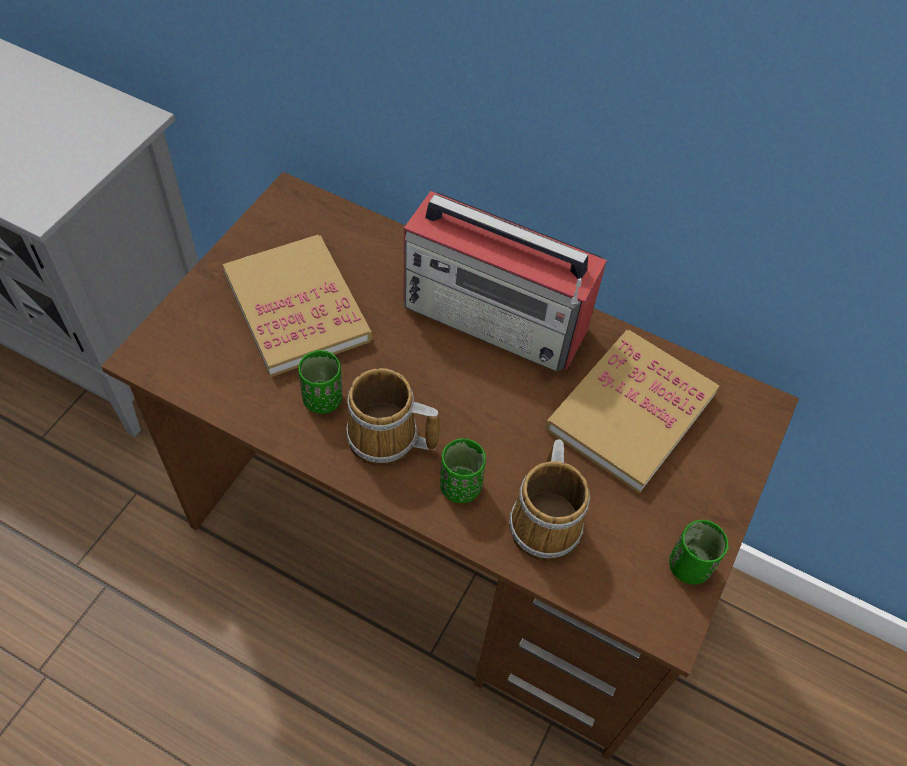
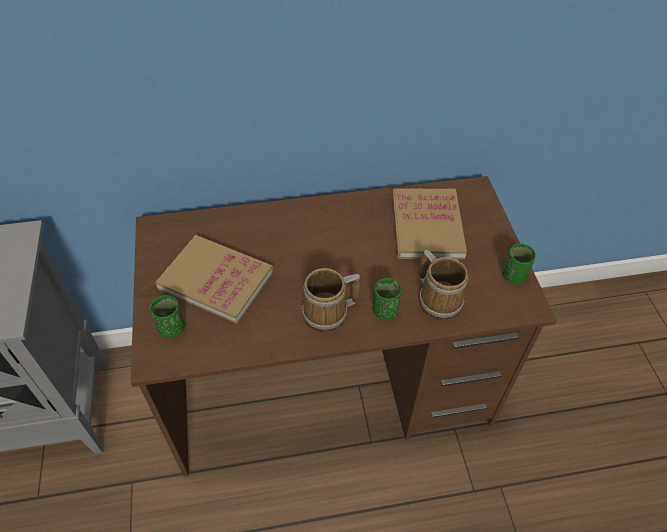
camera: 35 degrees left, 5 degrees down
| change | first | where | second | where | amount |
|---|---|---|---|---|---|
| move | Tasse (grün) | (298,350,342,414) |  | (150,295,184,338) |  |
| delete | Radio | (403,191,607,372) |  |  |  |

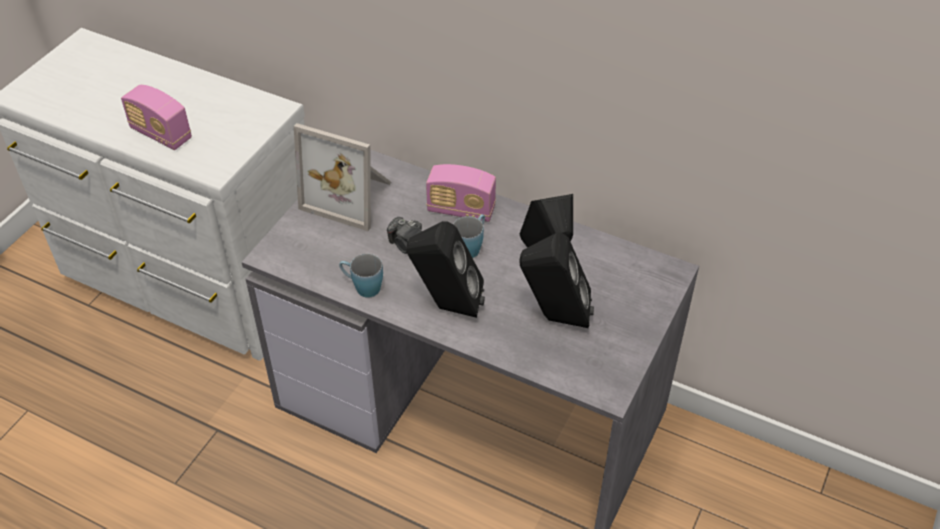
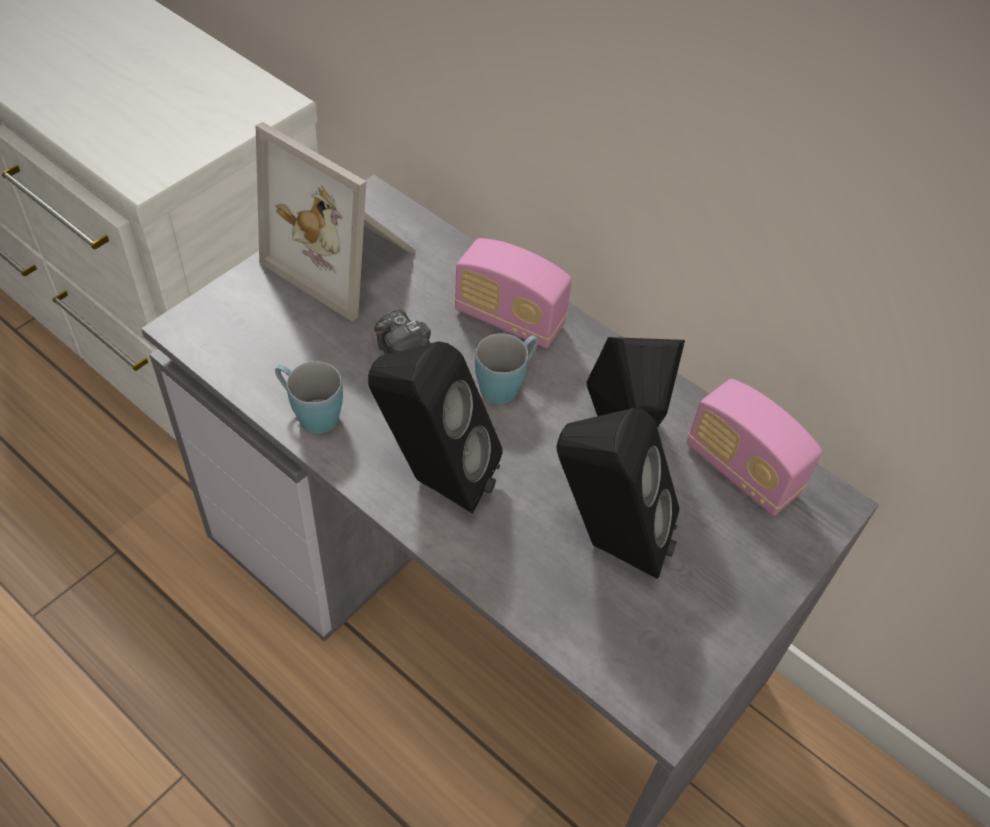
camera: 10 degrees right, 5 degrees up
| change | first | where | second | where | amount |
|---|---|---|---|---|---|
| move | Radio | (121,85,192,150) |  | (687,379,822,516) |  |

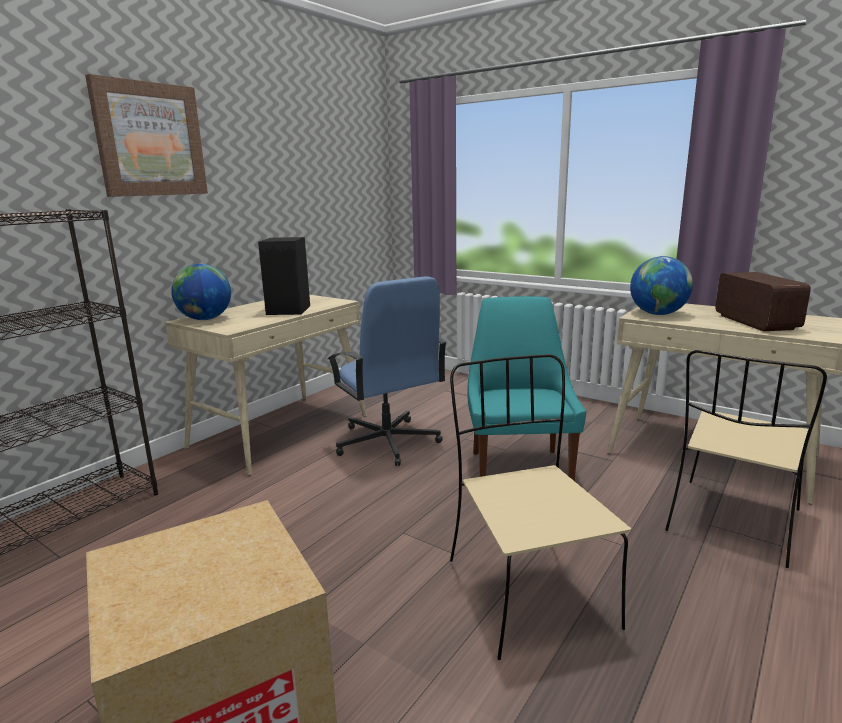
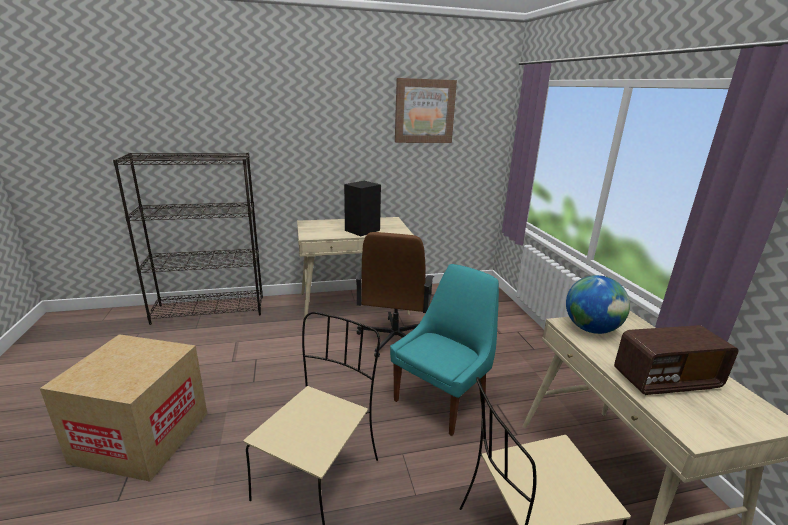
camera: 40 degrees right, 5 degrees up
| change | first | where | second | where | amount |
|---|---|---|---|---|---|
| recolor | Bürostuhl (blau) | (328,276,447,466) | Bürostuhl (braun) | (355,232,434,357) |  |
| move | Bild | (85,74,208,197) |  | (395,78,457,143) |  |
| rotate | Radio | (715,272,811,331) |  | (614,325,739,395) | 45 degrees clockwise |
| delete | Globus | (171,264,231,320) |  |  |  |

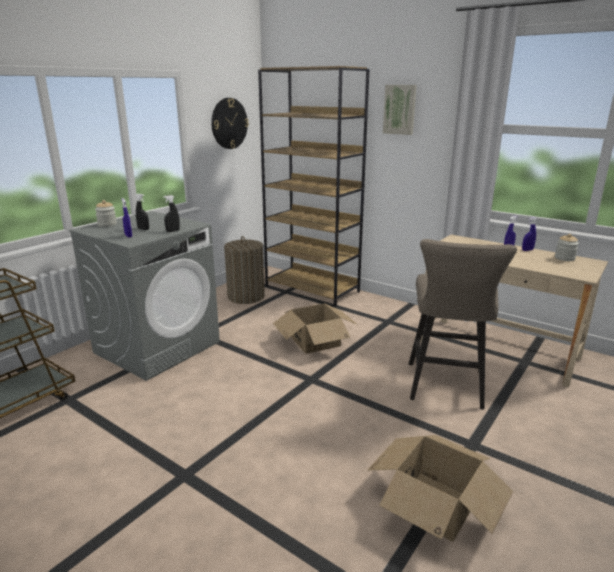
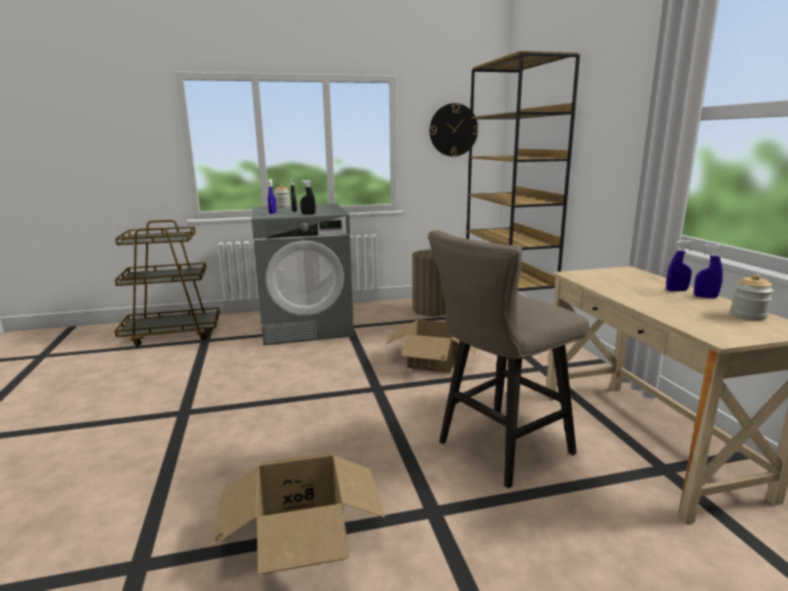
camera: 40 degrees right, 5 degrees down
| change | first | where | second | where | amount |
|---|---|---|---|---|---|
| delete | Bild | (383,85,417,135) |  |  |  |

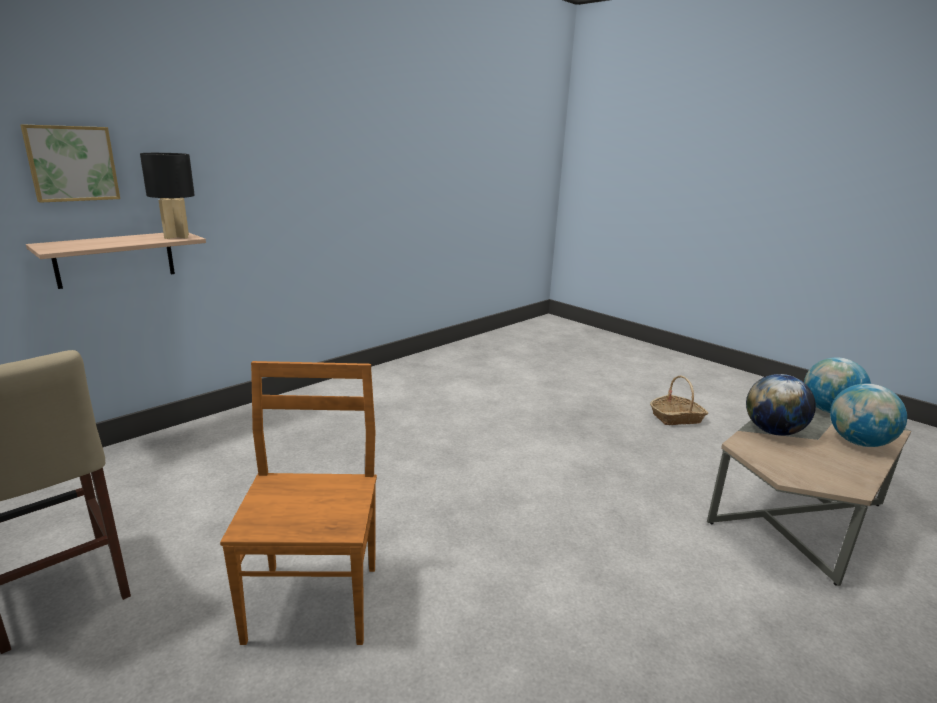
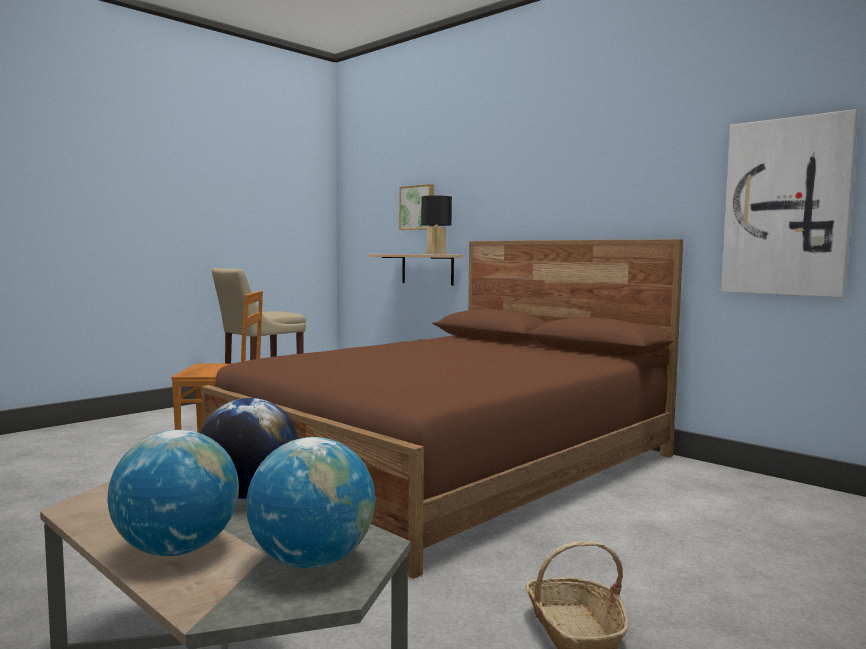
camera: 90 degrees right, 15 degrees down
| change | first | where | second | where | amount |
|---|---|---|---|---|---|
| insert |  |  | Bett (braun) | (201,239,683,579) |  |
| insert |  |  | Bild | (721,109,858,297) |  |

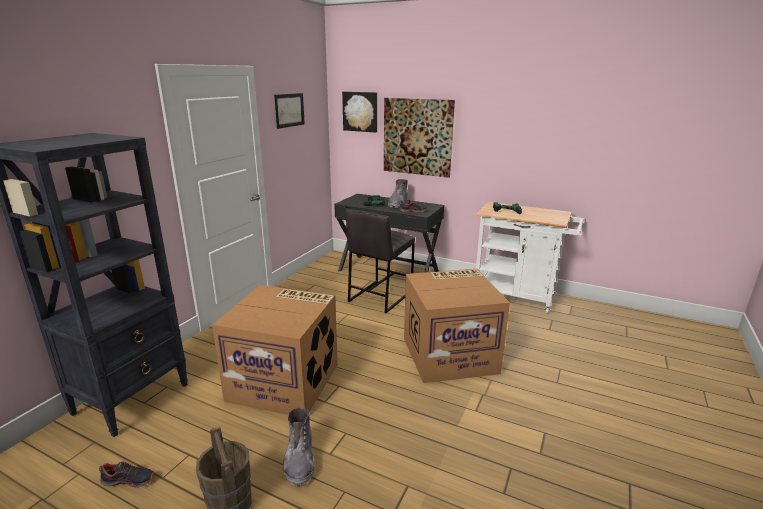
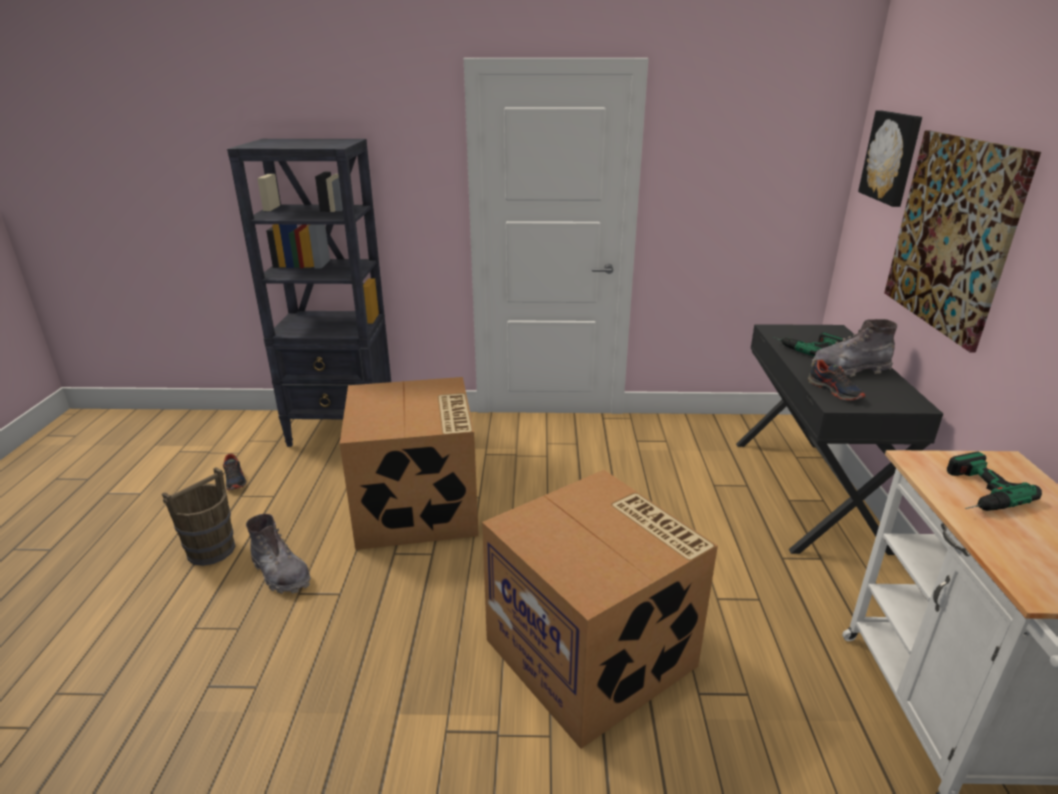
camera: 65 degrees right, 5 degrees up
| change | first | where | second | where | amount |
|---|---|---|---|---|---|
| rotate | Stiefel (grau) | (283,408,314,487) |  | (246,514,311,594) | 105 degrees counterclockwise |
| delete | Bild | (274,93,305,129) |  |  |  |
| delete | Hocker (grau) | (346,209,415,313) |  |  |  |

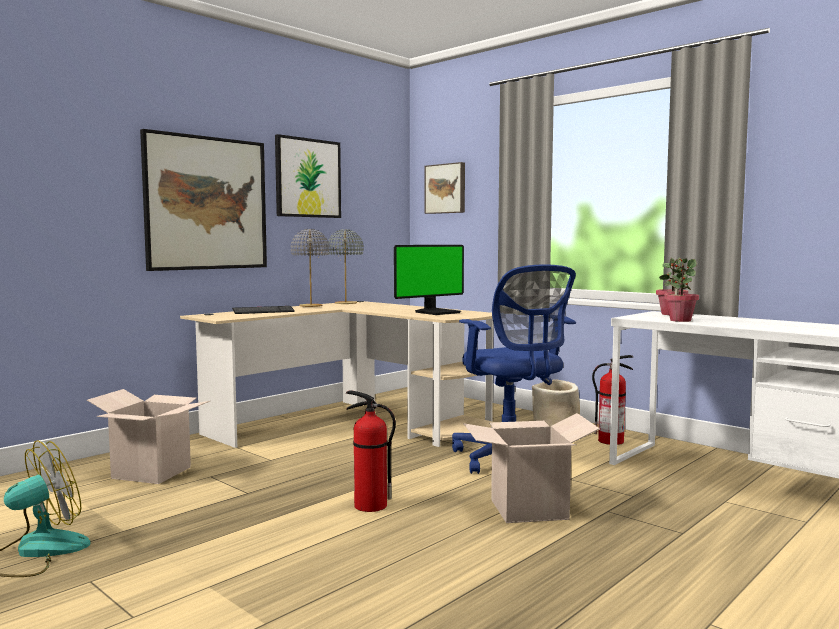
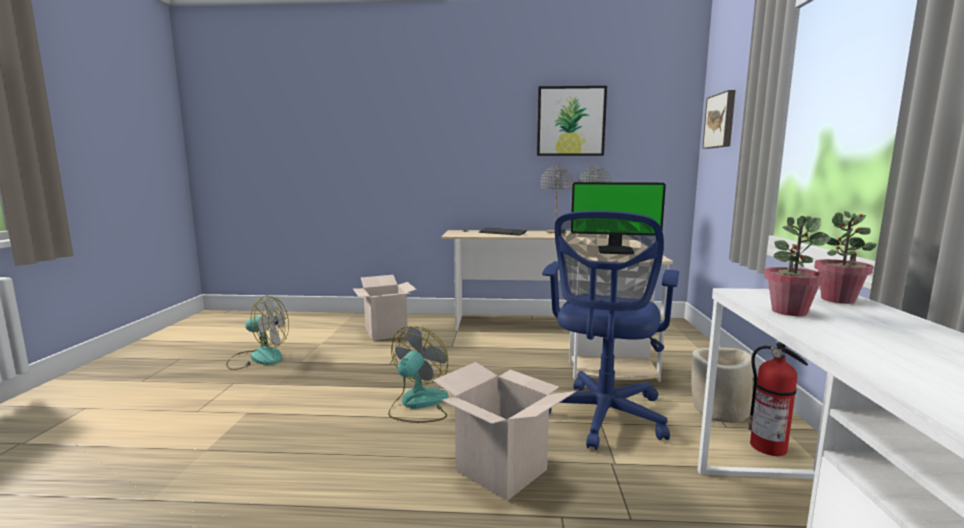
camera: 50 degrees right, 5 degrees up
| change | first | where | second | where | amount |
|---|---|---|---|---|---|
| replace | Feuerlöscher | (346,391,396,512) | Ventilator | (388,326,448,423) |  |
| delete | Bild | (140,129,267,271) |  |  |  |

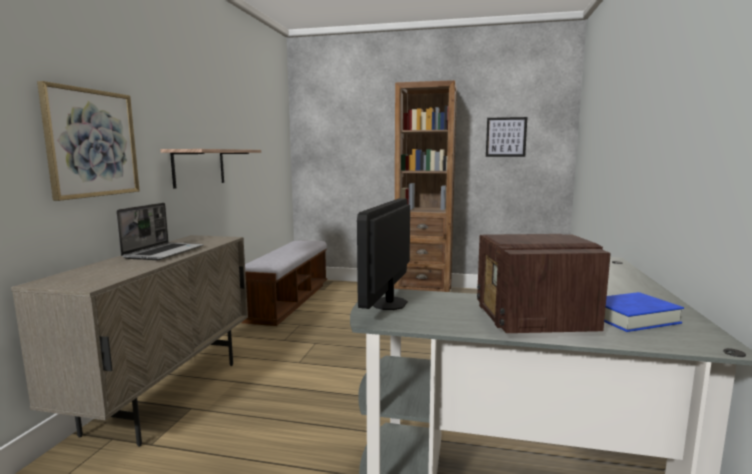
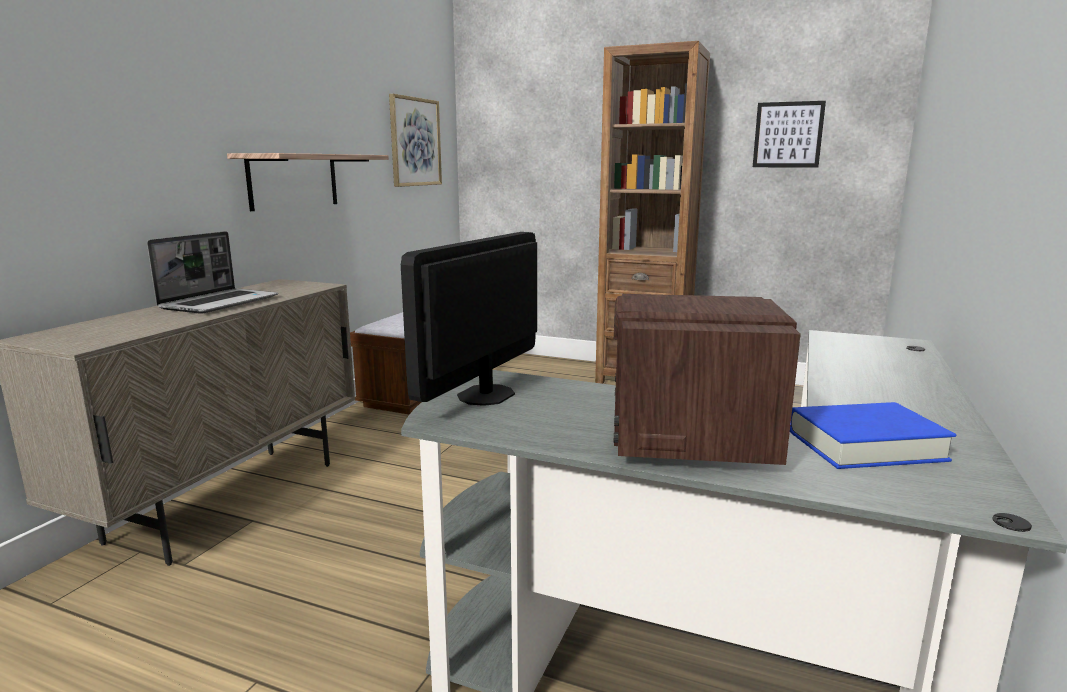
camera: 10 degrees right, 5 degrees up
| change | first | where | second | where | amount |
|---|---|---|---|---|---|
| move | Bild | (37,81,140,201) |  | (389,94,442,187) |  |

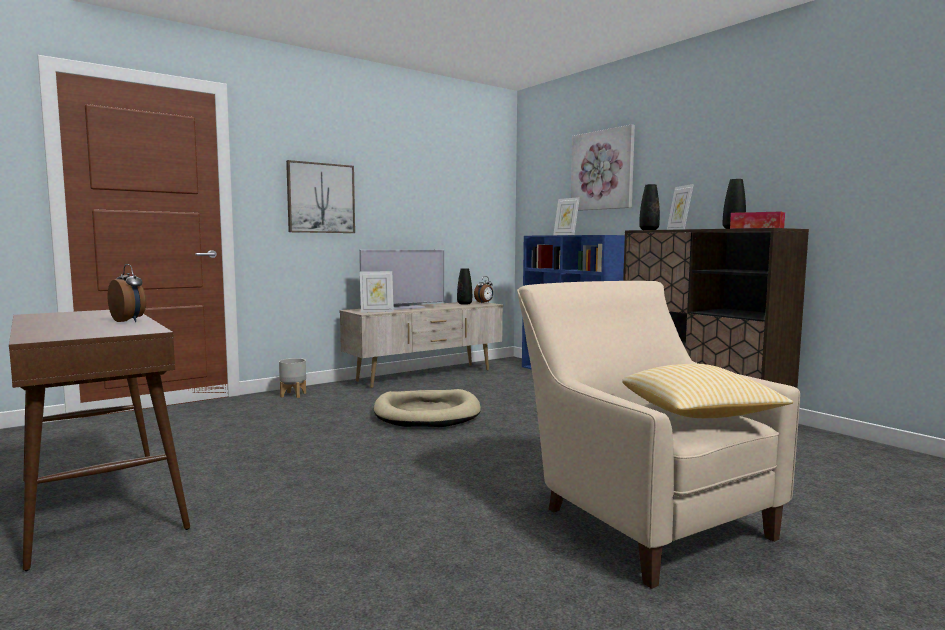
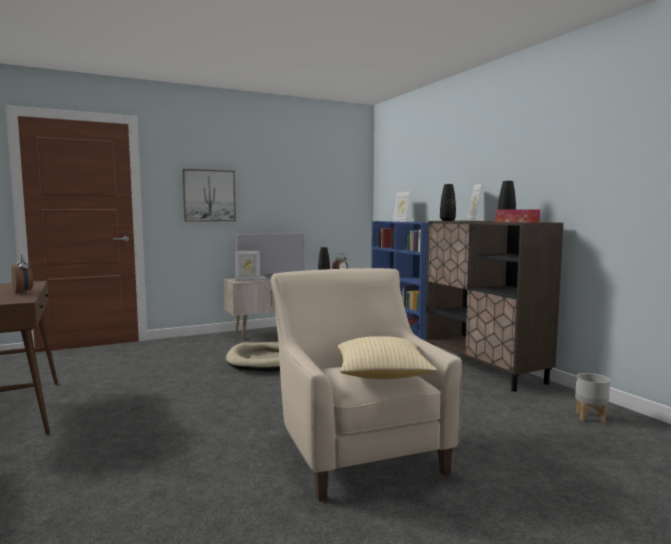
camera: 10 degrees right, 0 degrees up
| change | first | where | second | where | amount |
|---|---|---|---|---|---|
| move | Pflanzkübel (grau) | (279,358,306,398) |  | (575,373,610,423) |  |
| delete | Bild | (571,124,635,211) |  |  |  |

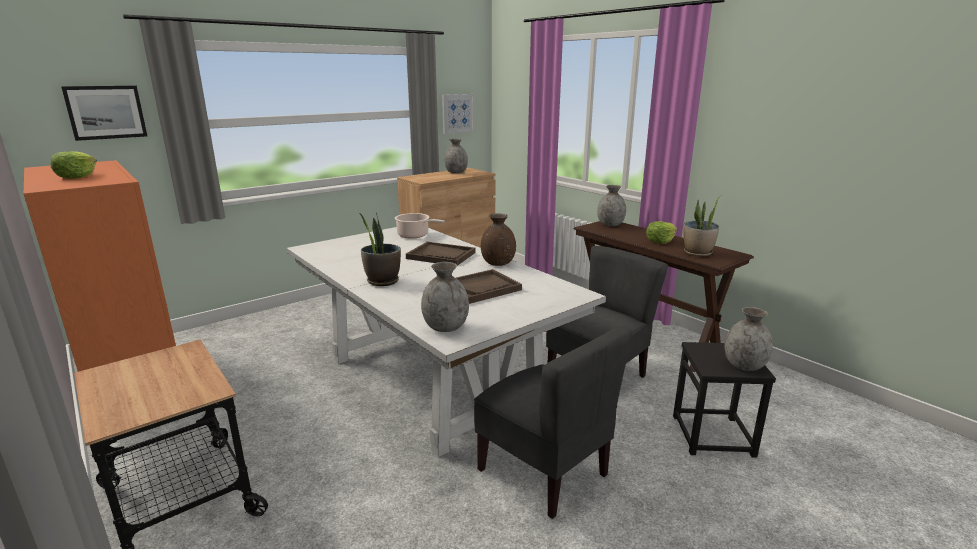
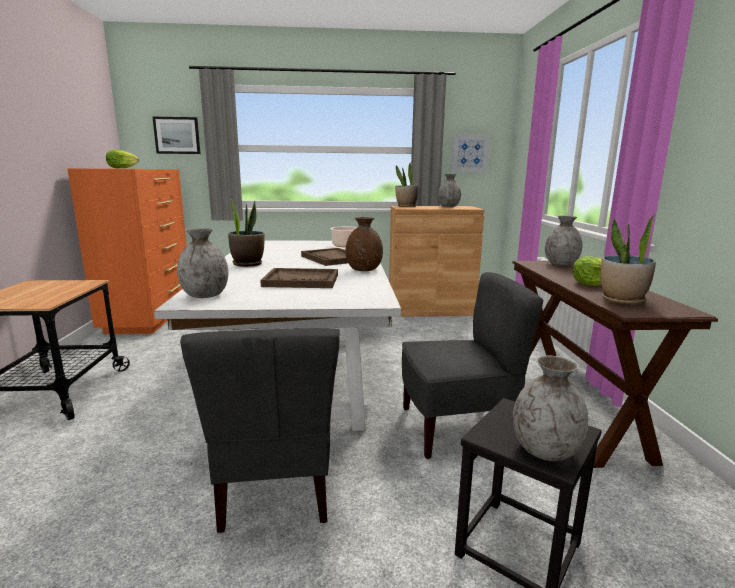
camera: 35 degrees right, 5 degrees down
| change | first | where | second | where | amount |
|---|---|---|---|---|---|
| insert |  |  | Topfpflanze | (395,163,418,207) |  |

